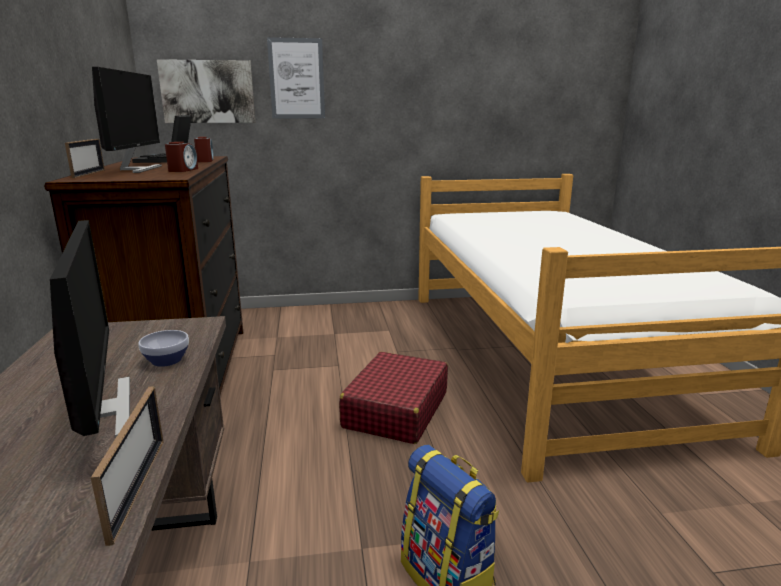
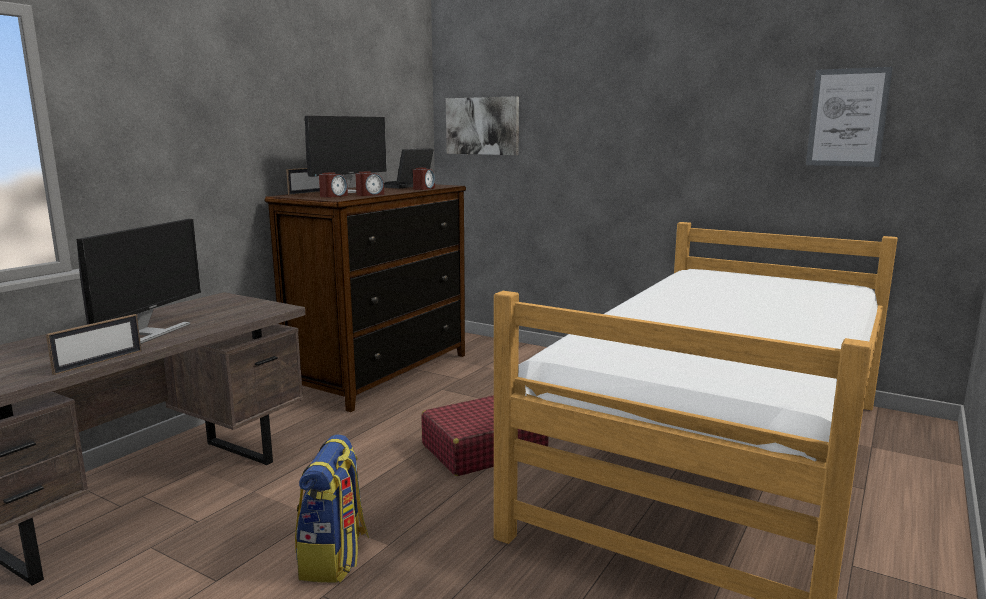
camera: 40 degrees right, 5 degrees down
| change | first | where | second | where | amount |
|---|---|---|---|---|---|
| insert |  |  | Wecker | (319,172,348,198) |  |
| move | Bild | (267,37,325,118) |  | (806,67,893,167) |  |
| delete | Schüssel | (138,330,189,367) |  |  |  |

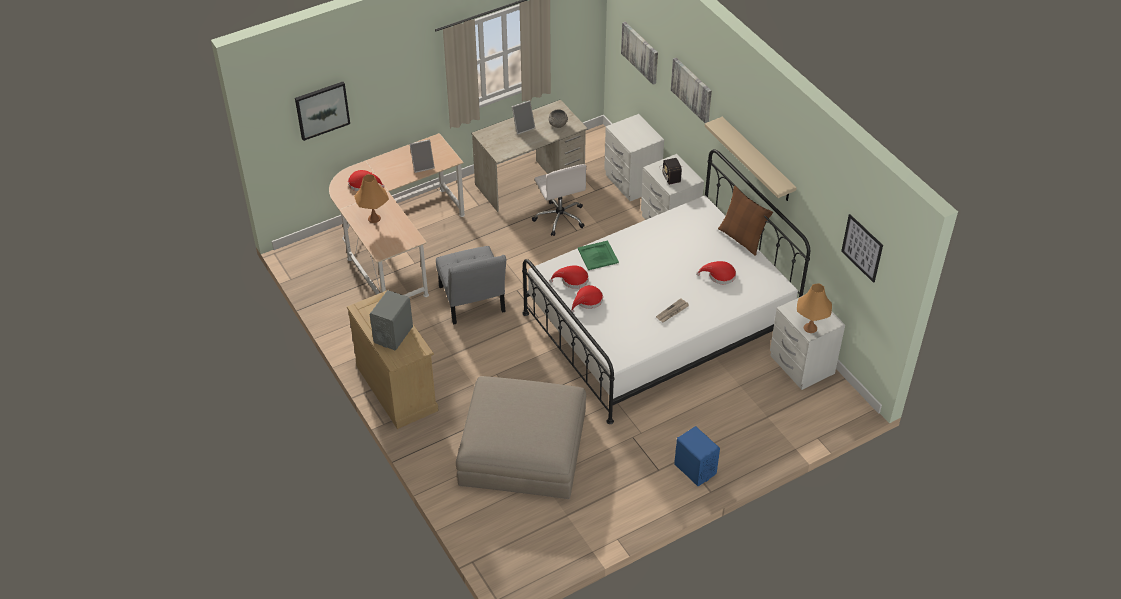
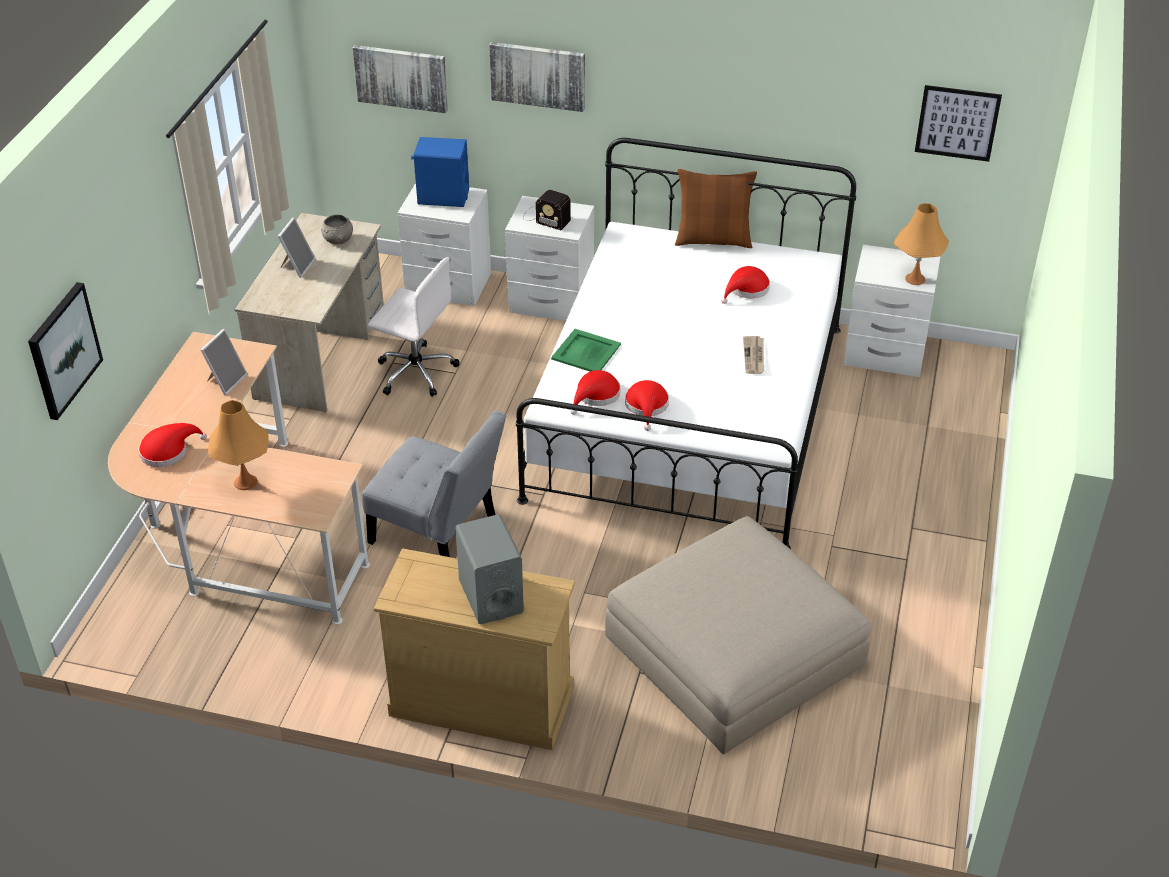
camera: 45 degrees left, 5 degrees down
| change | first | where | second | where | amount |
|---|---|---|---|---|---|
| move | Lautsprecher (blau) | (674,426,720,486) |  | (411,137,469,207) |  |
| delete | Wandregal (beige) | (705,117,797,201) |  |  |  |

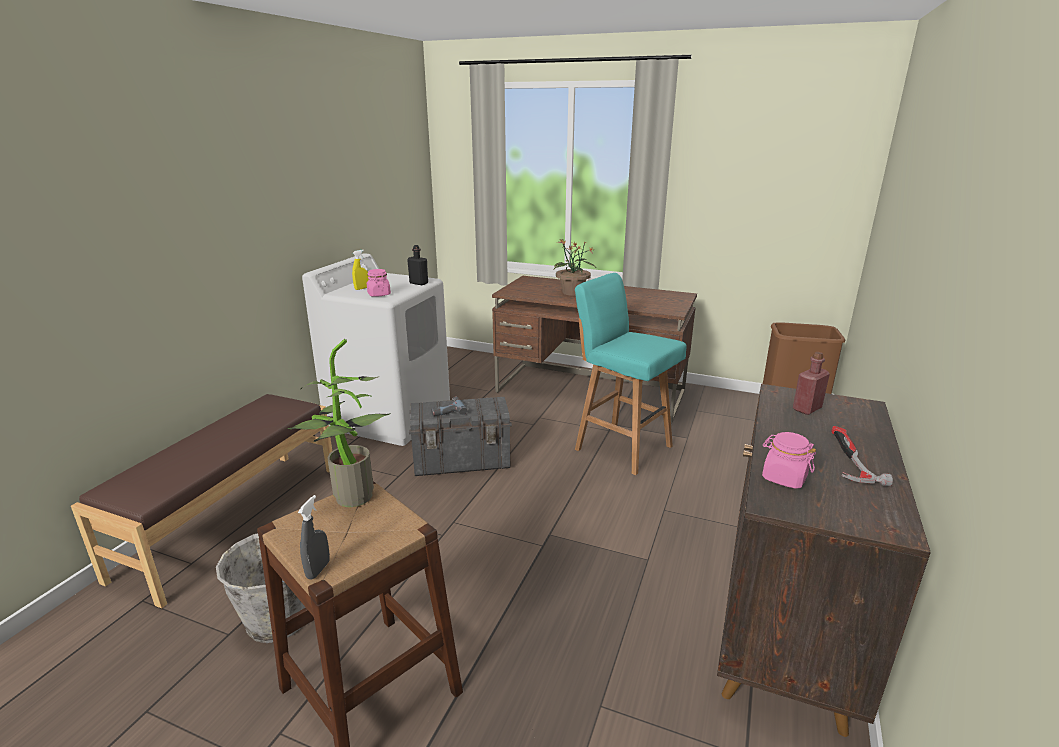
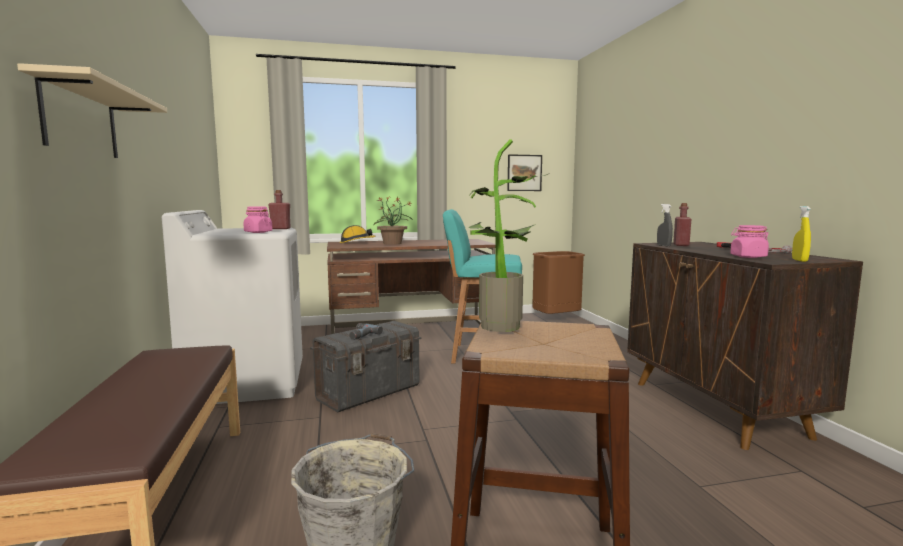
camera: 35 degrees left, 15 degrees down
| change | first | where | second | where | amount |
|---|---|---|---|---|---|
| insert |  |  | Wandregal (beige) | (17,63,167,158) |  |
| recolor | Flasche (schwarz) | (407,245,428,285) | Flasche (rot) | (268,190,291,229) |  |
| insert |  |  | Schutzhelm | (339,225,375,243) |  |
| insert |  |  | Bild | (507,154,542,191) |  |
| move | Sprühflasche (grau) | (298,495,330,579) |  | (657,204,673,246) |  |
| move | Sprühflasche (gelb) | (352,250,369,290) |  | (792,206,811,262) |  |

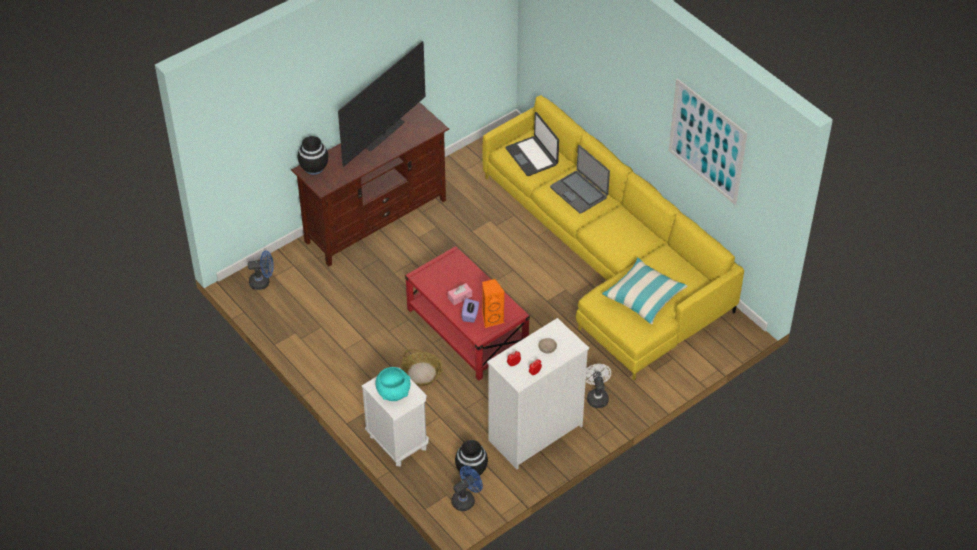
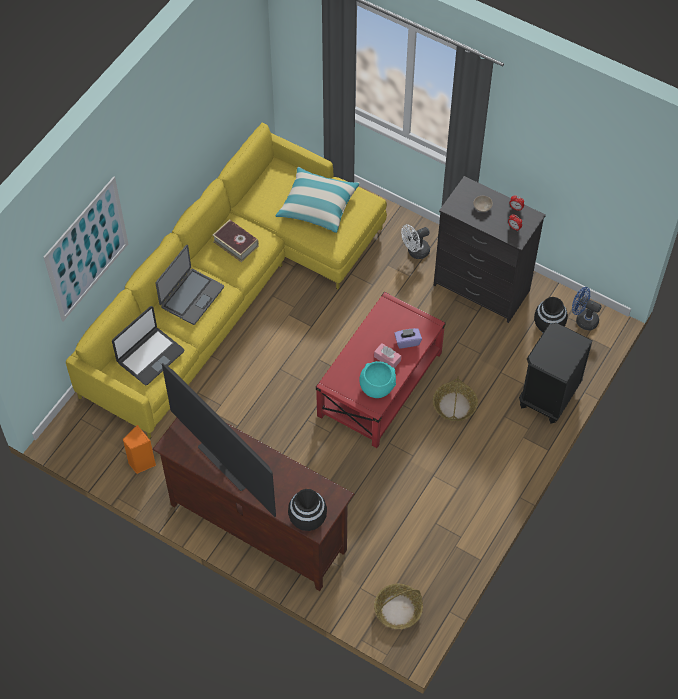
camera: 110 degrees left, 10 degrees up
| change | first | where | second | where | amount |
|---|---|---|---|---|---|
| move | Bild | (669,78,747,205) |  | (44,176,128,322) |  |
| move | Lautsprecher (orange) | (482,279,505,328) |  | (122,425,156,474) |  |
| rotate | Fernseher | (338,41,425,166) |  | (162,363,276,517) | 150 degrees counterclockwise |
| insert |  |  | Buch | (212,219,259,262) |  |
| move | Schüssel (türkis) | (375,367,411,401) |  | (359,361,396,398) |  |
| replace | Ventilator (blau) | (248,251,274,290) | Korb | (374,583,423,629) |  |
| recolor | Kommode (weiß) | (487,318,589,469) | Kommode (schwarz) | (434,176,546,323) |  |
| recolor | Nachttisch (weiß) | (361,367,429,467) | Nachttisch (schwarz) | (519,323,593,423) |  |

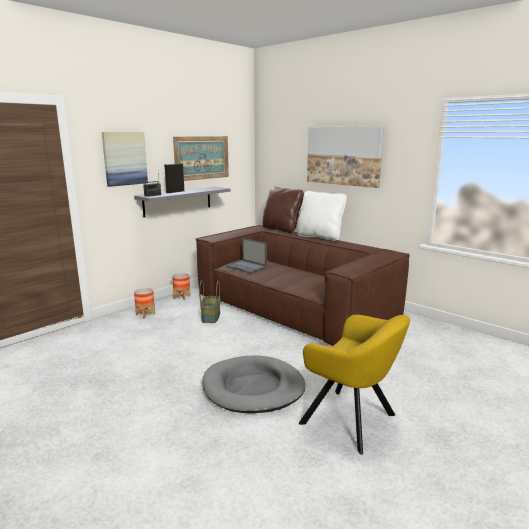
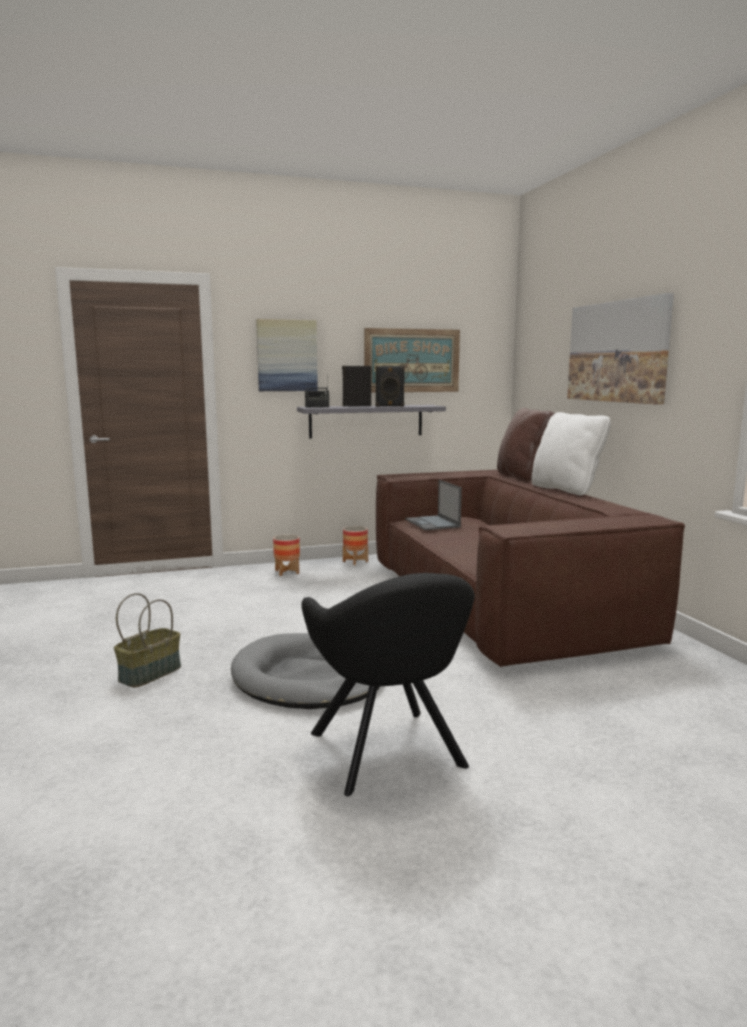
camera: 30 degrees right, 5 degrees down
| change | first | where | second | where | amount |
|---|---|---|---|---|---|
| move | Korb | (199,280,220,323) |  | (114,593,181,687) |  |
| recolor | Sessel (gelb) | (299,315,410,454) | Sessel (schwarz) | (301,573,475,796) |  |
| insert |  |  | Lautsprecher (schwarz) | (376,366,405,406) |  |

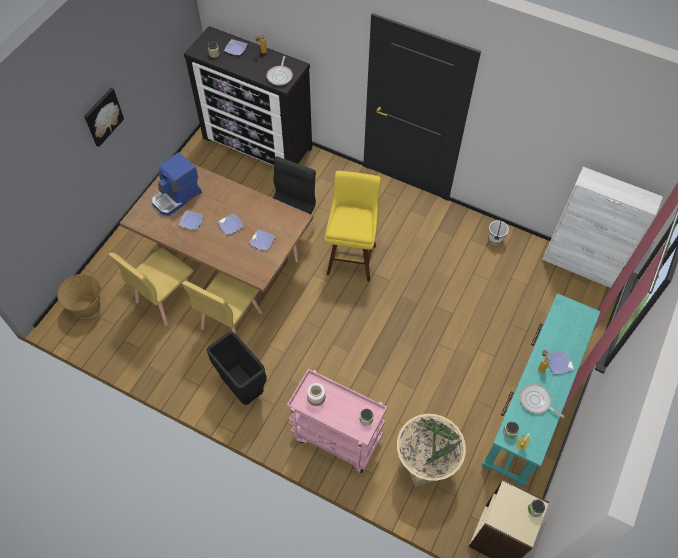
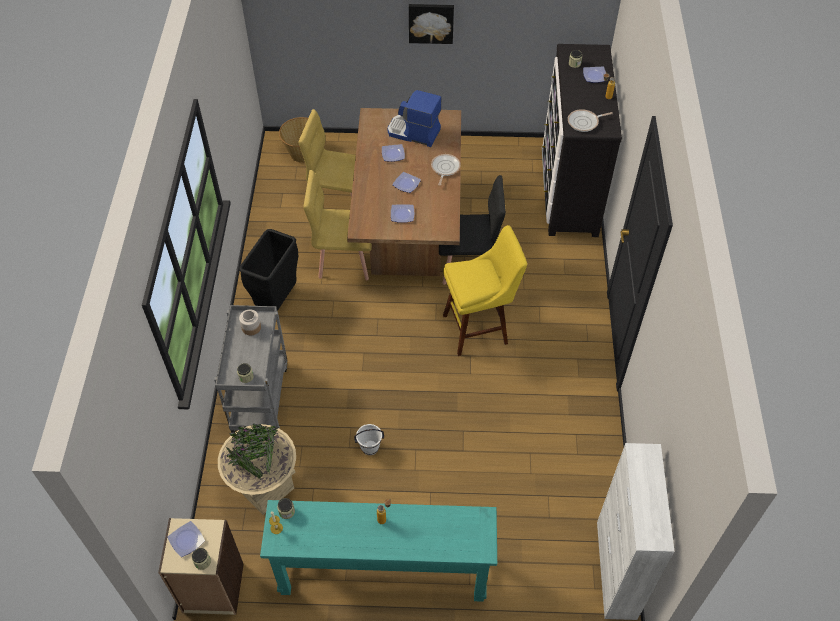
camera: 65 degrees right, 5 degrees down
| change | first | where | second | where | amount |
|---|---|---|---|---|---|
| move | Teller | (546,351,574,374) |  | (167,521,205,557) |  |
| recolor | Rollwagen (rosa) | (287,369,387,473) | Rollwagen (grau) | (214,305,287,433) |  |
| move | Eimer (weiß) | (489,219,509,245) |  | (354,424,384,455) |  |
| move | Pfanne | (520,384,564,418) |  | (431,154,461,186) |  |

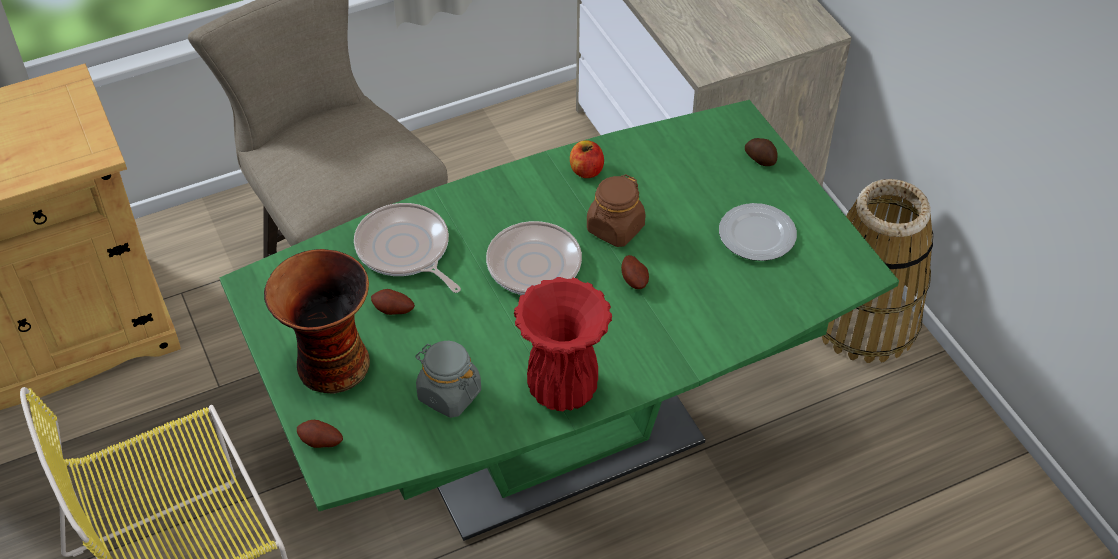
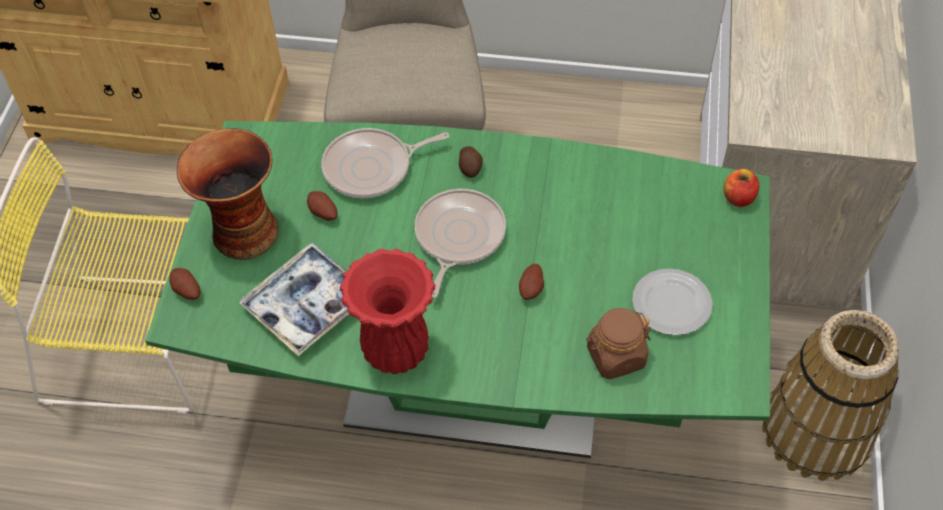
camera: 35 degrees right, 5 degrees up
| change | first | where | second | where | amount |
|---|---|---|---|---|---|
| replace | Vorratsglas (grau) | (415,341,481,418) | Tablett | (239,243,349,356) |  |
| rotate | Pfanne | (354,203,461,293) |  | (321,128,449,198) | 105 degrees counterclockwise |
| move | Kartoffel | (745,138,778,166) |  | (459,146,483,178) |  |
| move | Vorratsglas (braun) | (587,174,646,247) |  | (586,308,651,379) |  |
| move | Apfel | (570,140,604,178) |  | (724,169,759,207) |  |

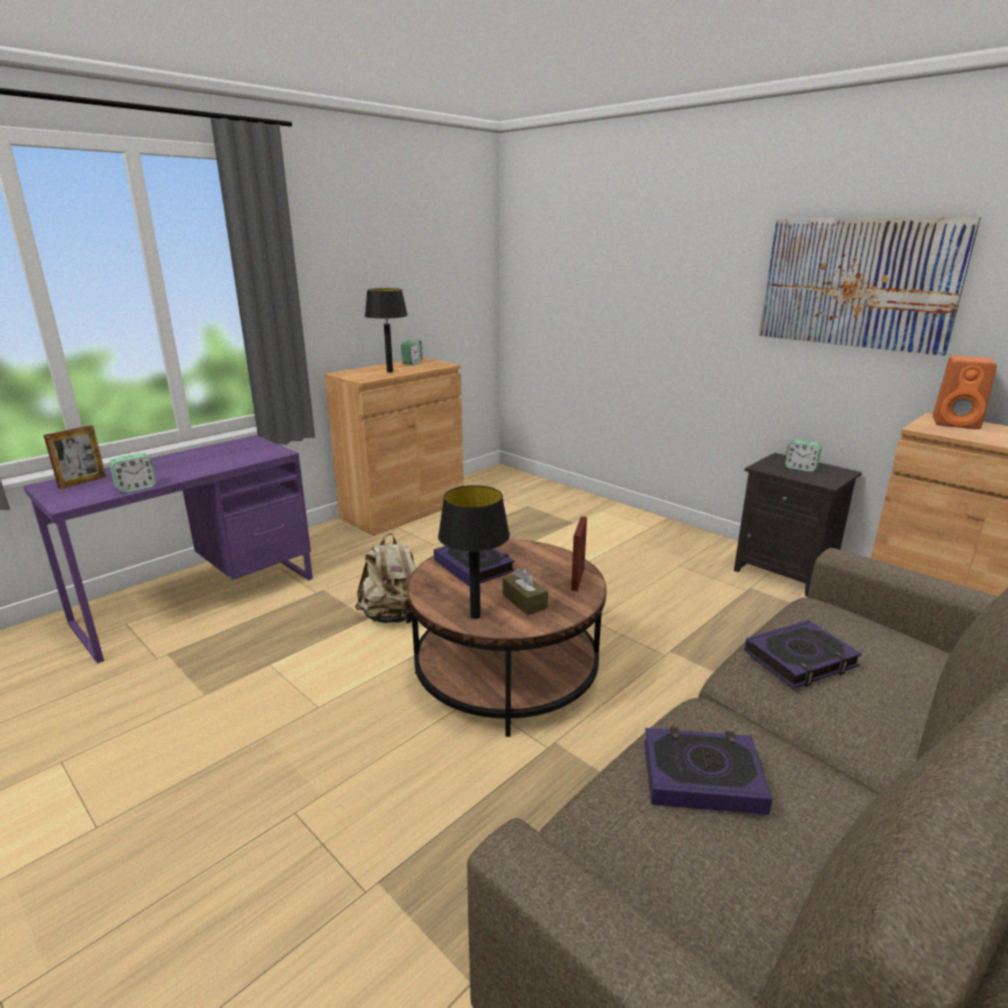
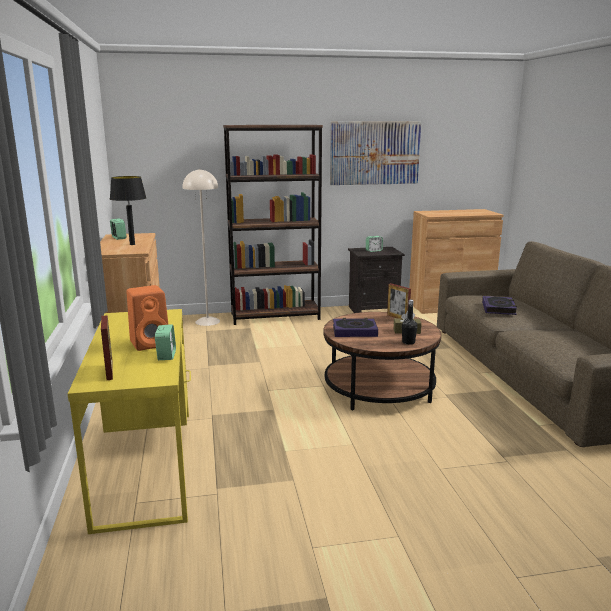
camera: 55 degrees left, 5 degrees down
| change | first | where | second | where | amount |
|---|---|---|---|---|---|
| recolor | Schreibtisch (lila) | (23,435,313,664) | Schreibtisch (gelb) | (68,309,191,534) |  |
| move | Lautsprecher (orange) | (933,356,997,429) |  | (127,285,168,351) |  |
| insert |  |  | Stehlampe (beige) | (182,169,220,326) |  |
| insert |  |  | Bücherregal (braun) | (223,125,323,325) |  |
| replace | Tischlampe (schwarz) | (438,485,510,619) | Flasche (schwarz) | (402,300,417,345) |  |
| delete | Rucksack (beige) | (355,533,416,624) |  |  |  |
| delete | Buch | (644,727,772,815) |  |  |  |

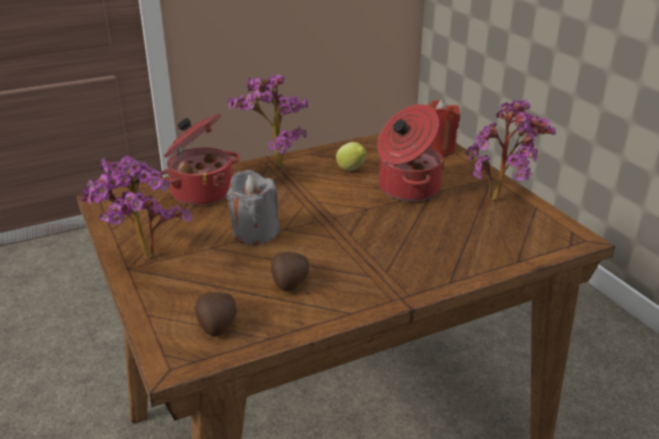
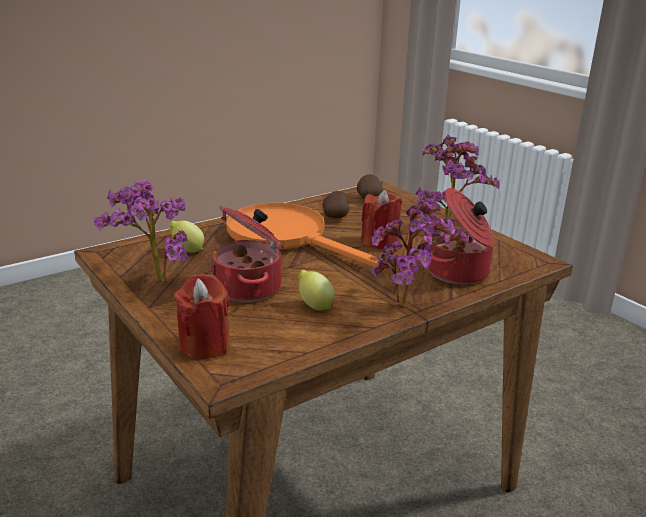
camera: 170 degrees right, 5 degrees down
| change | first | where | second | where | amount |
|---|---|---|---|---|---|
| insert |  |  | Zitrone | (169,221,204,253) |  |
| insert |  |  | Pfanne (orange) | (227,203,382,268) |  |
| recolor | Kerze (grau) | (227,170,280,245) | Kerze (rot) | (361,190,402,250) |  |

